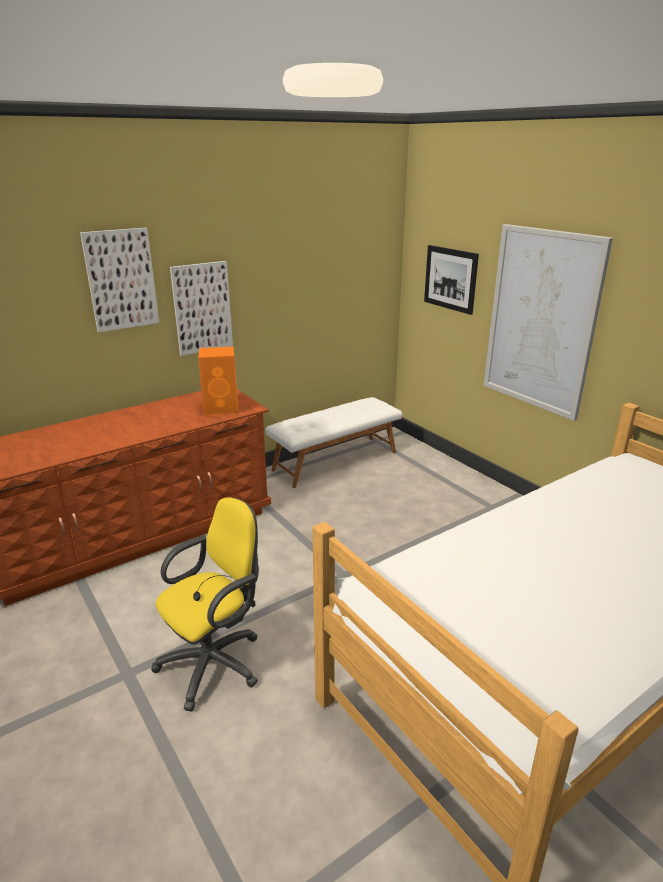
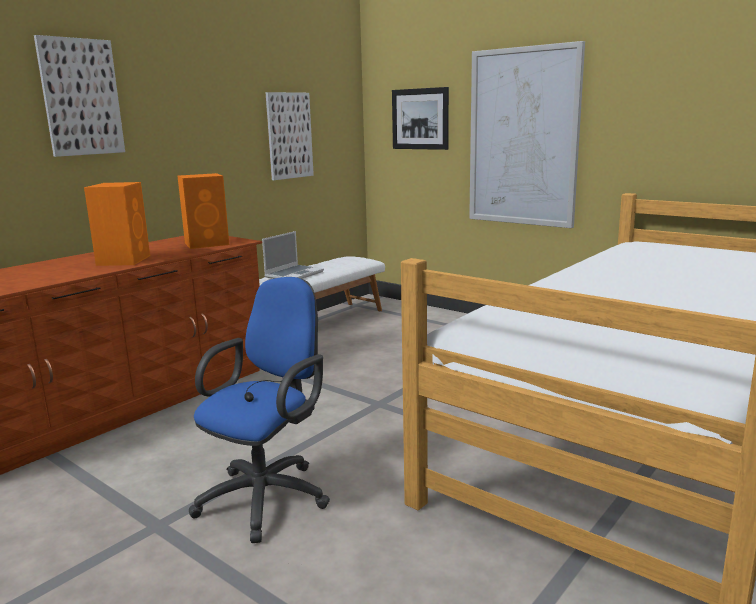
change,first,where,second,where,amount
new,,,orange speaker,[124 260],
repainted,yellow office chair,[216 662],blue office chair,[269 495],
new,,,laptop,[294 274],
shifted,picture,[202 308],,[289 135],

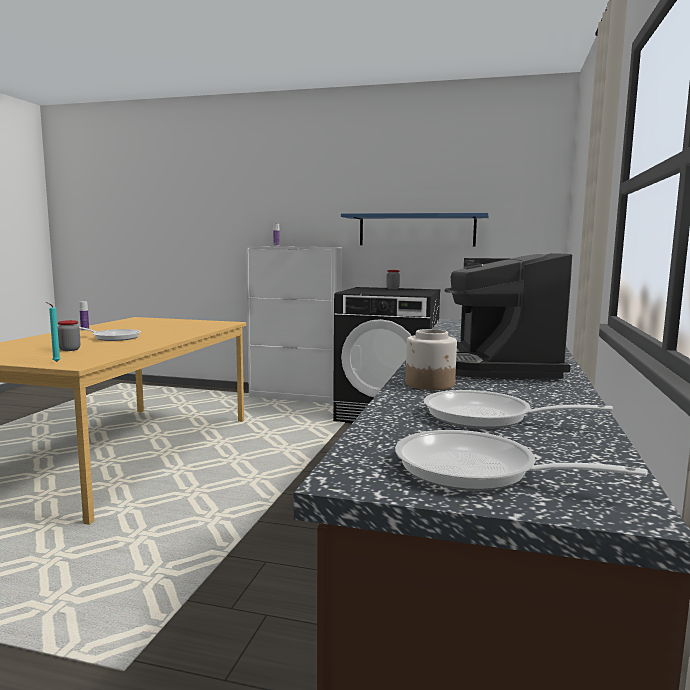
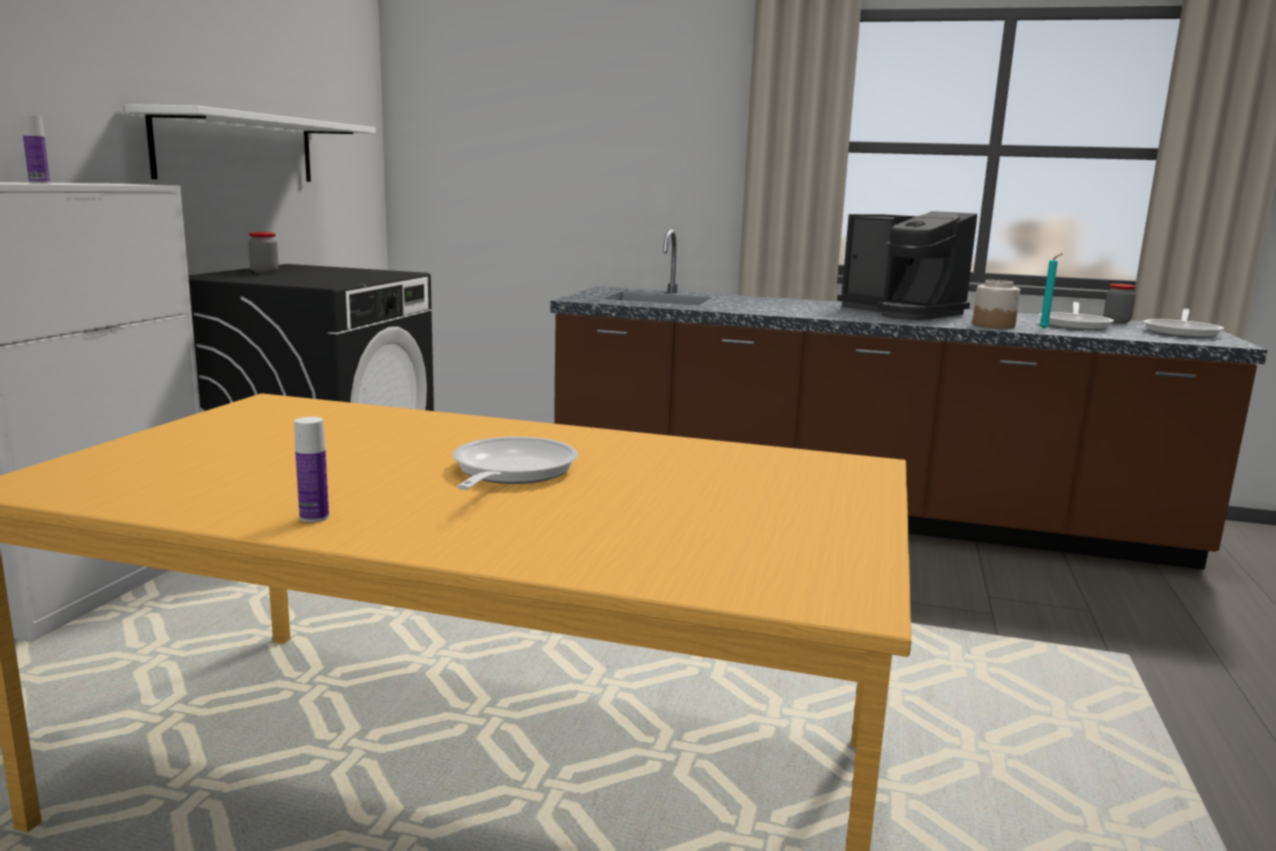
change,first,where,second,where,amount
repainted,blue shelf,[416 230],white shelf,[237 149],
rotated,coffee machine,[501 367],,[902 312],45 degrees clockwise
shifted,turquoise candle,[55 362],,[1045 329],
shifted,jar,[70 349],,[1116 322],

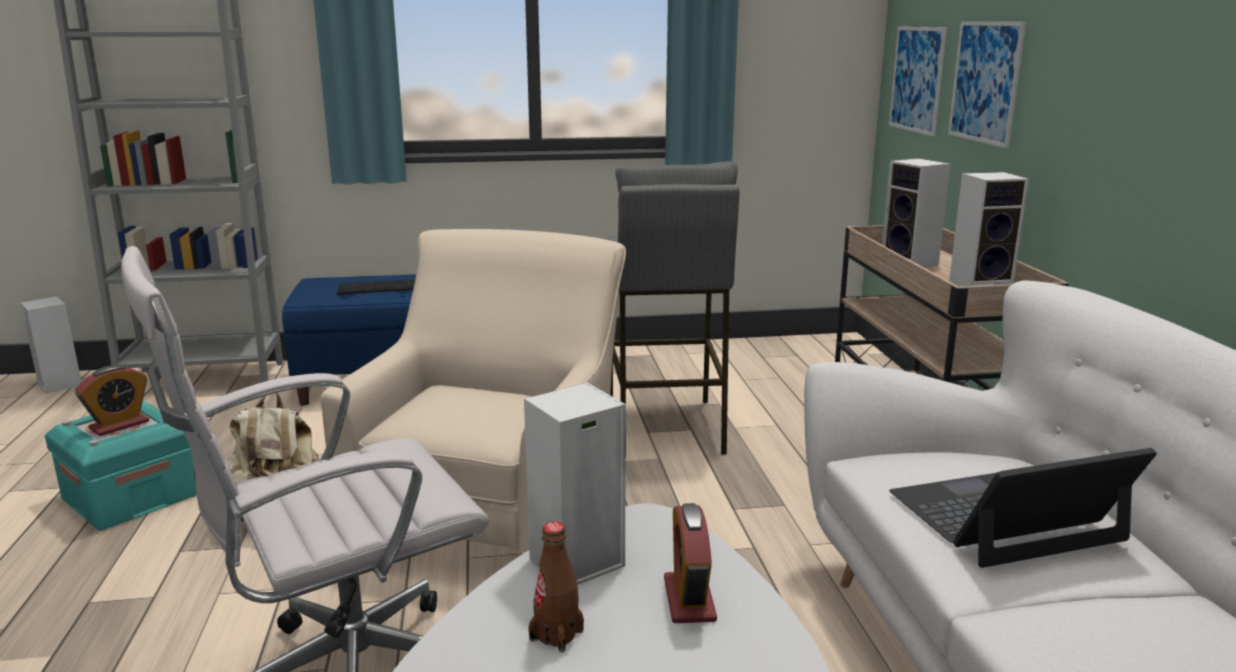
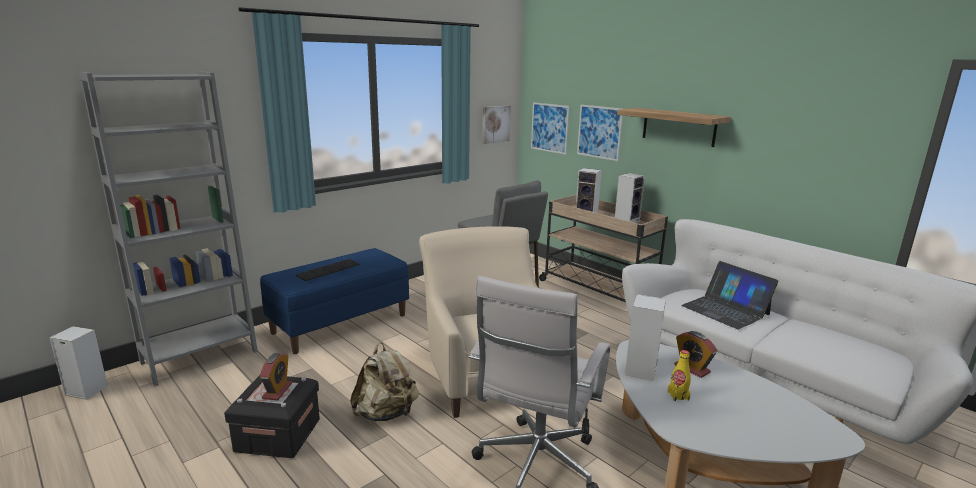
change,first,where,second,where,amount
repainted,turquoise storage box,[131 497],black storage box,[278 435],
new,,,picture,[495 124],
new,,,shelf,[678 127],
repainted,brown bottle,[556 635],yellow bottle,[678 396],
rotated,laptop,[1006 517],,[725 310],75 degrees counterclockwise

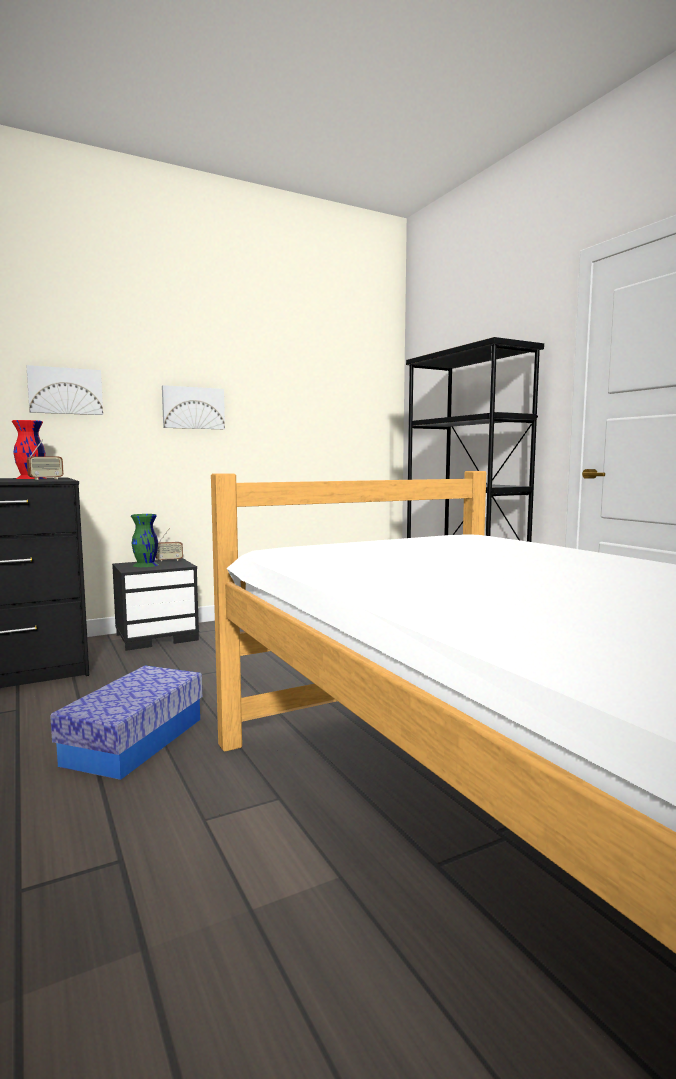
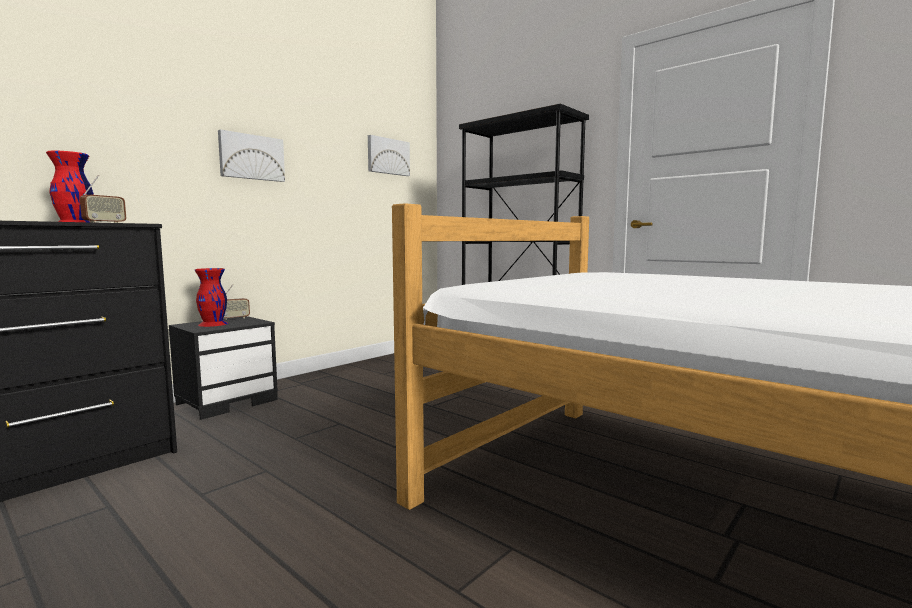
change,first,where,second,where,amount
repainted,green vase,[145 565],red vase,[213 324],
shifted,picture,[65 391],,[387 156],
gone,storage box,[135 741],,,

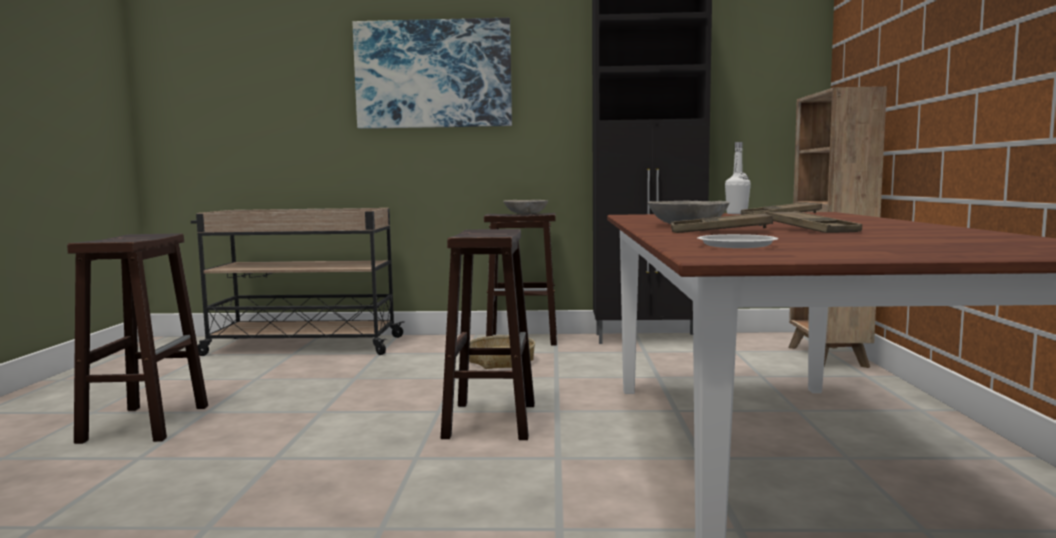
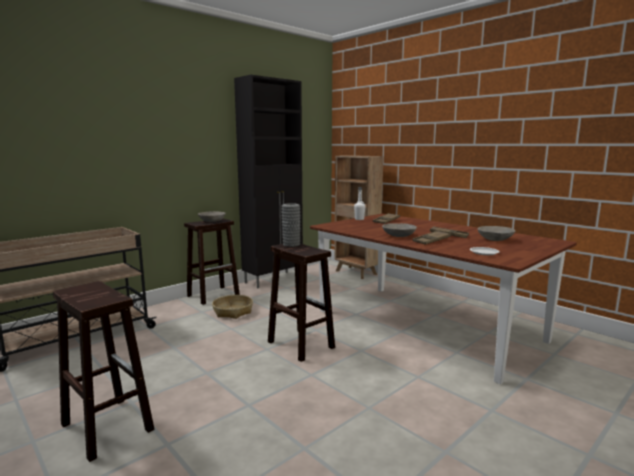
change,first,where,second,where,amount
new,,,grey vase,[291 244],
new,,,grey bowl,[495 239],
gone,picture,[433 74],,,

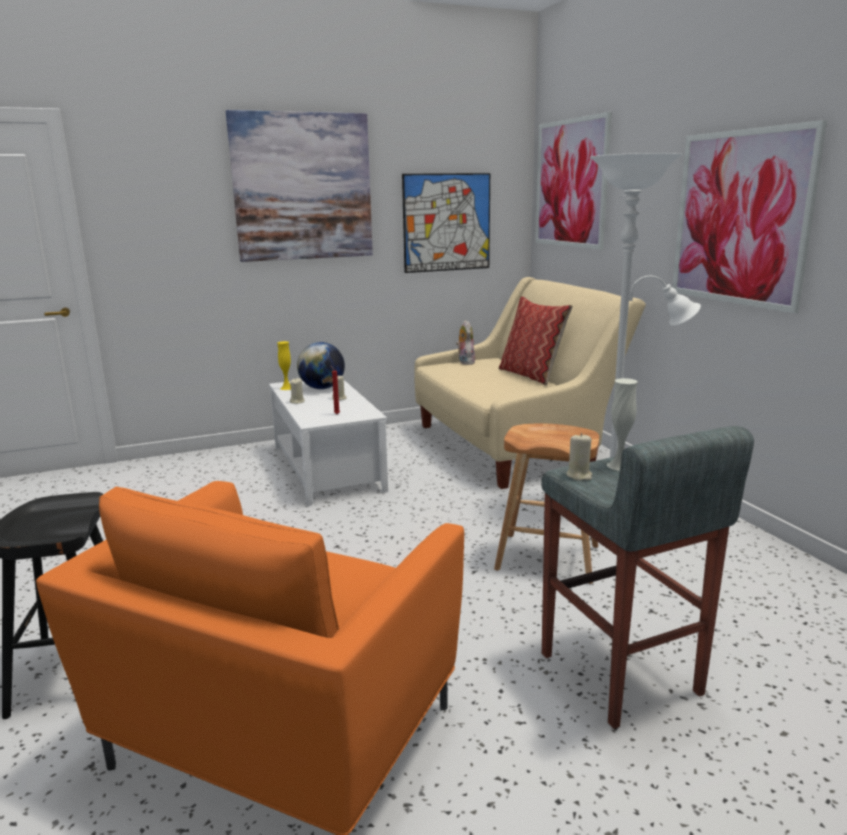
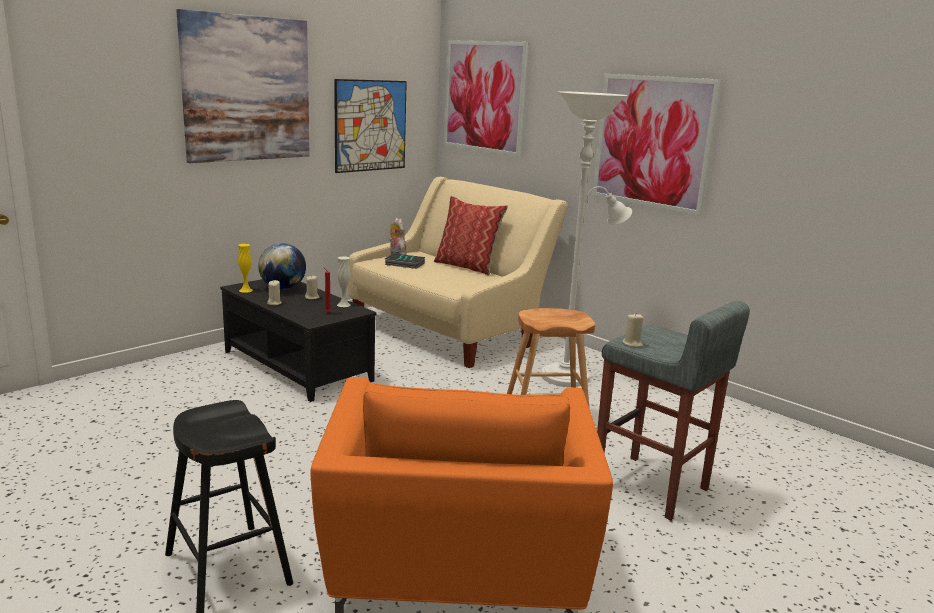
change,first,where,second,where,amount
repainted,white coffee table,[328 468],black coffee table,[298 366],
shifted,white vase,[619 466],,[343 305],
new,,,book,[404 264],

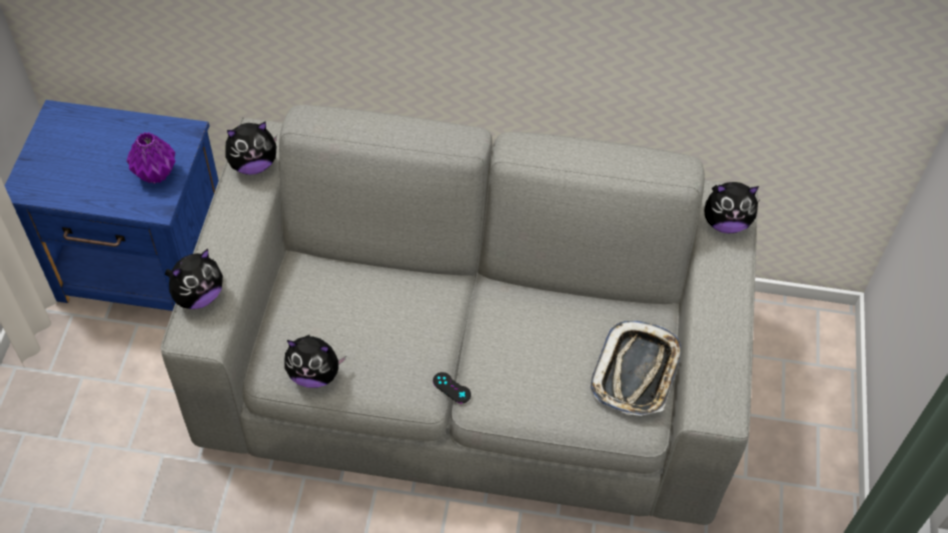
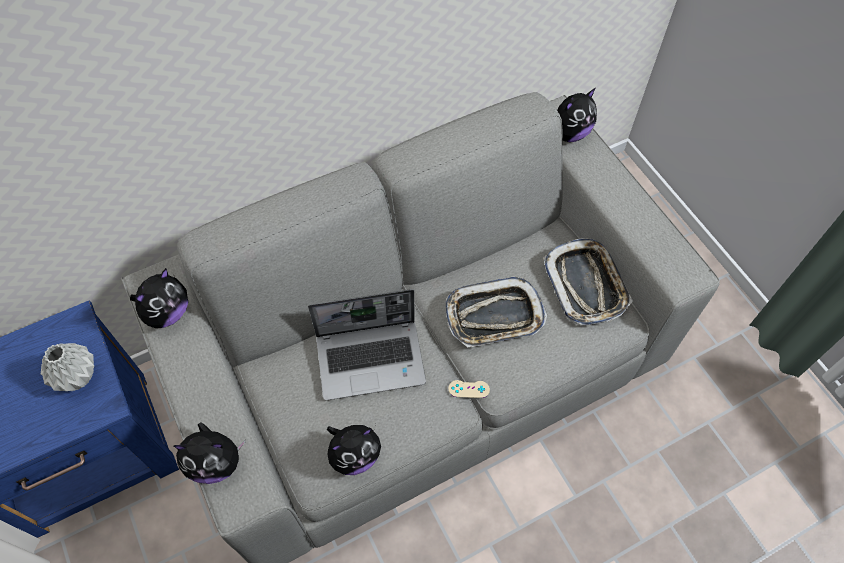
change,first,where,second,where,amount
repainted,purple vase,[156 174],grey vase,[78 376],
rotated,plush toy,[198 296],,[216 462],75 degrees clockwise
new,,,laptop,[371 359],
new,,,tray,[494 316],
repainted,black game controller,[451 388],beige game controller,[469 389],

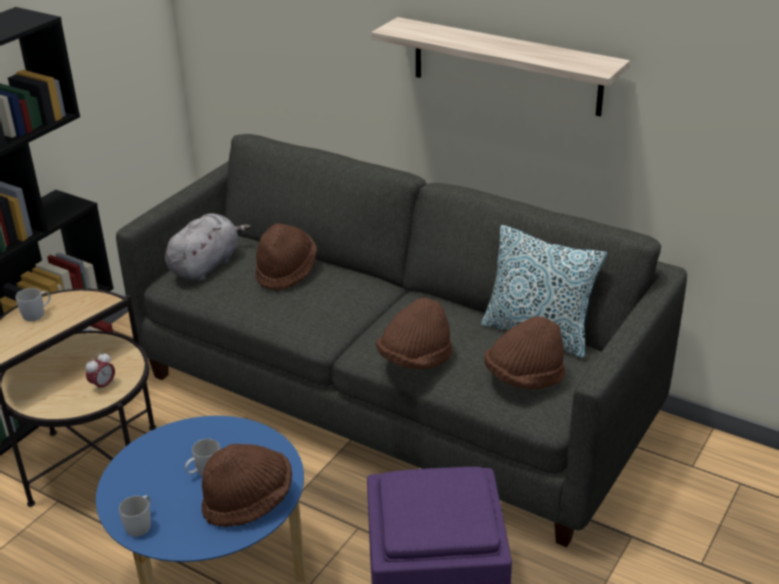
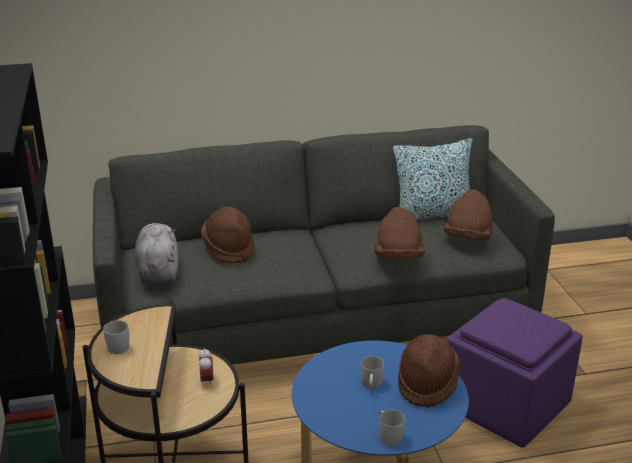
change,first,where,second,where,amount
gone,shelf,[506 66],,,

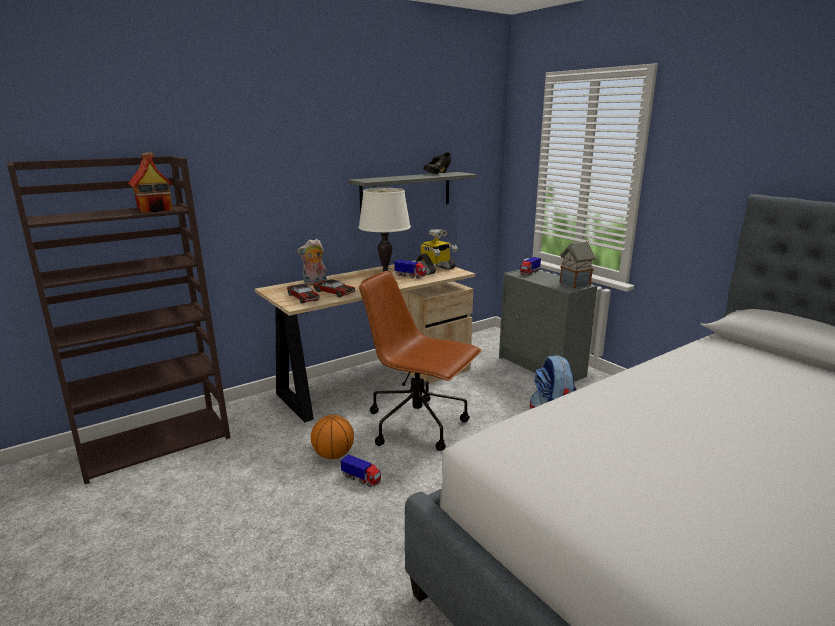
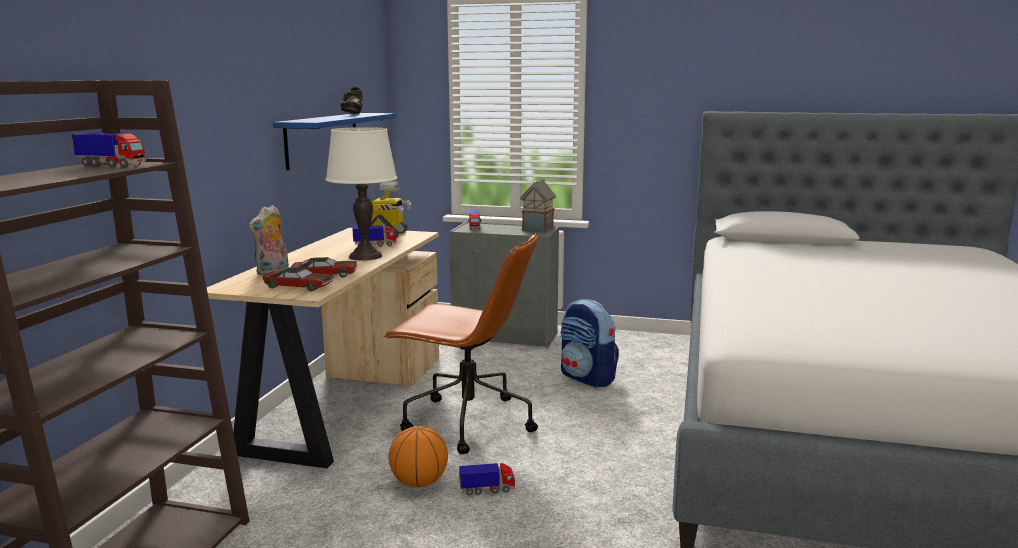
change,first,where,second,where,amount
swapped,toy house,[155 209],toy truck,[112 165],
repainted,grey shelf,[406 192],blue shelf,[322 139],
rotated,brown office chair,[418 425],,[466 422],150 degrees counterclockwise

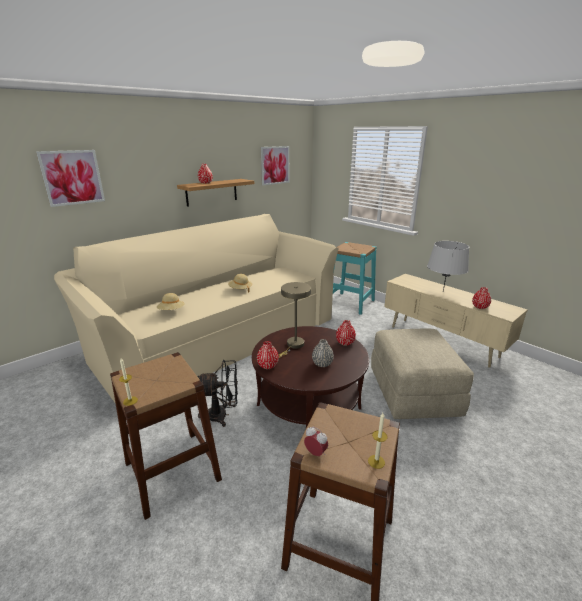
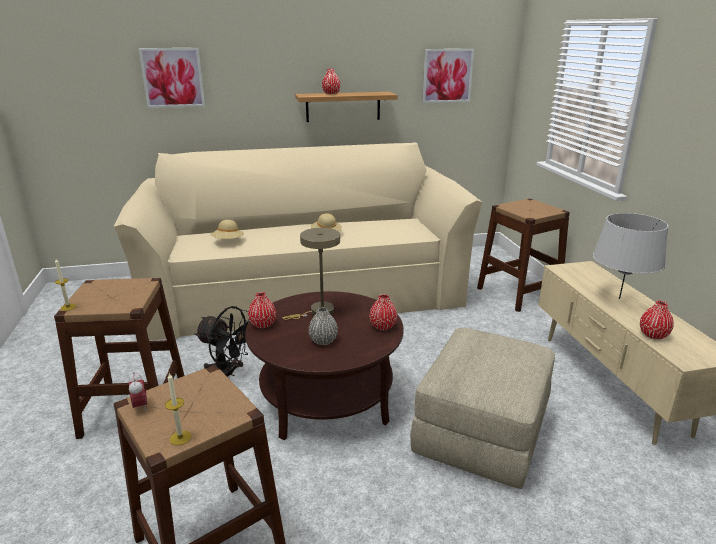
change,first,where,second,where,amount
repainted,turquoise stool,[350 303],brown stool,[518 293],

